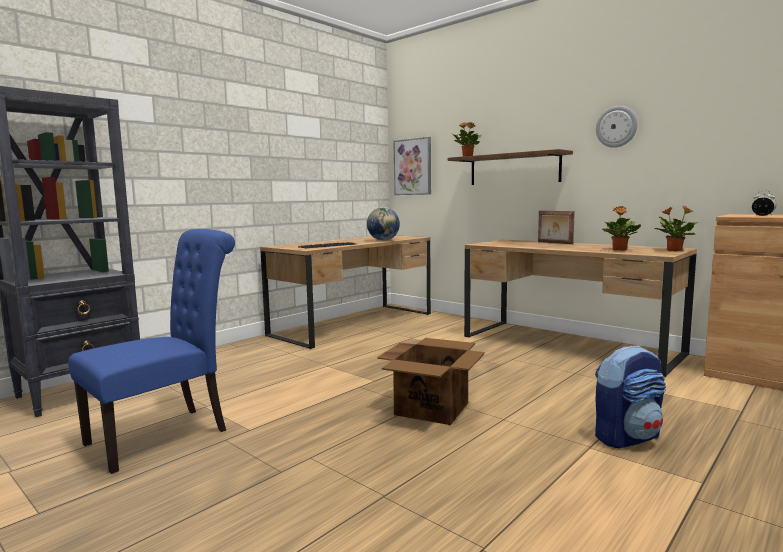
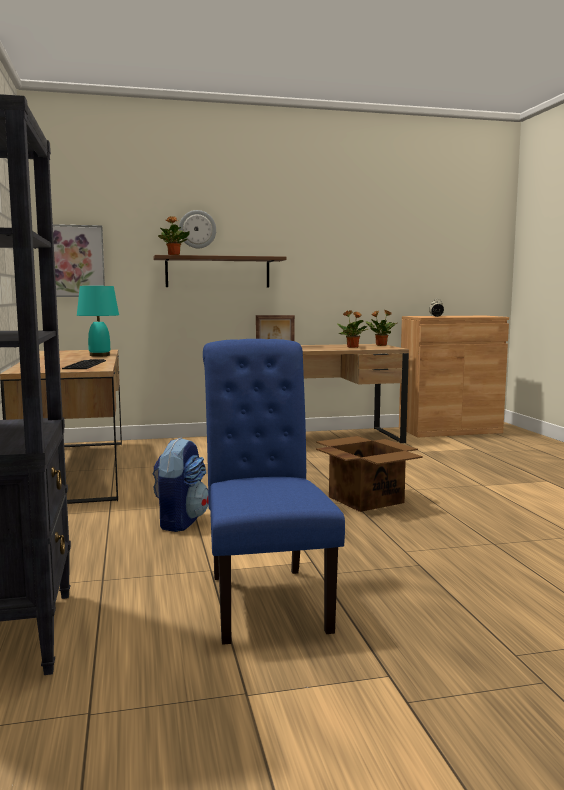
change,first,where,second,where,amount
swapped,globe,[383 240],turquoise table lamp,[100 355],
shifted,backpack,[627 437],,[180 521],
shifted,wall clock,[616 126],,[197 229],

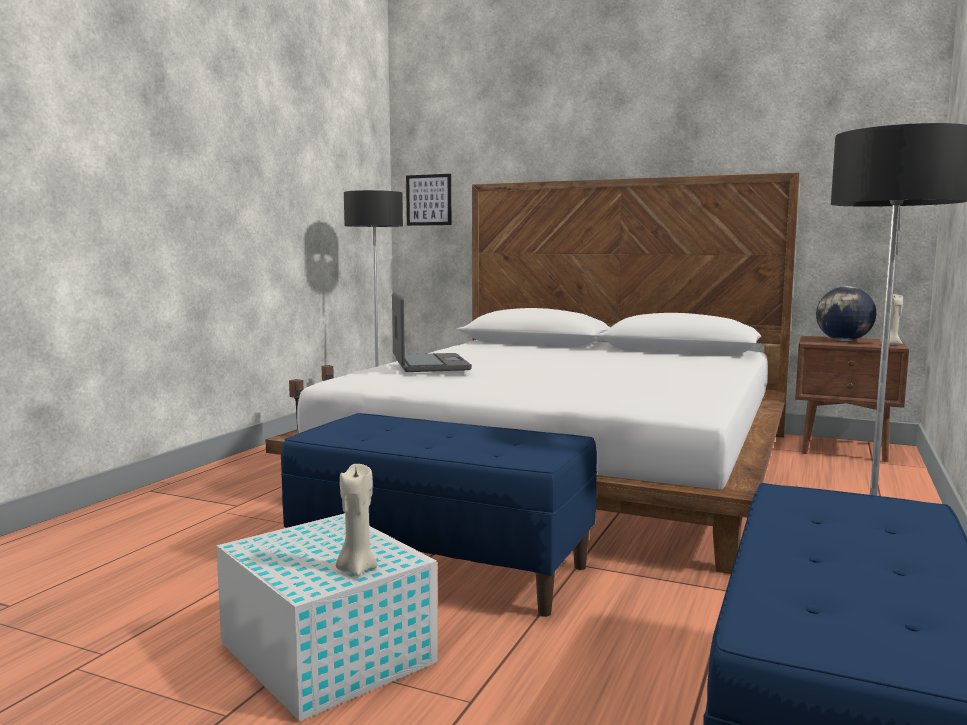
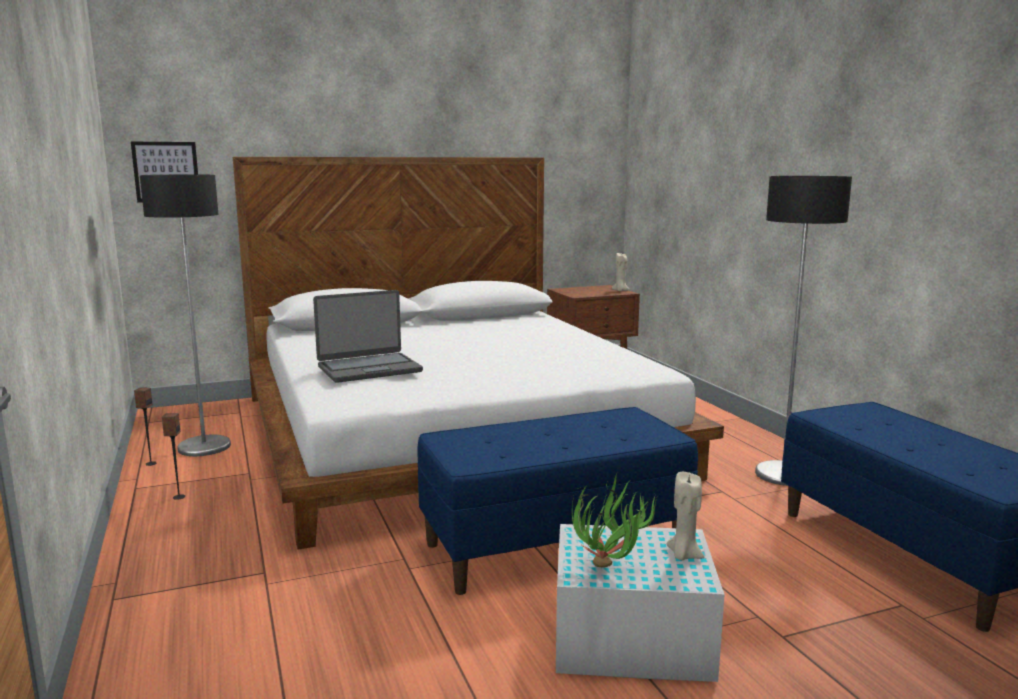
change,first,where,second,where,amount
rotated,laptop,[429 365],,[369 369],120 degrees clockwise
new,,,potted plant,[610 571],
gone,globe,[844 341],,,

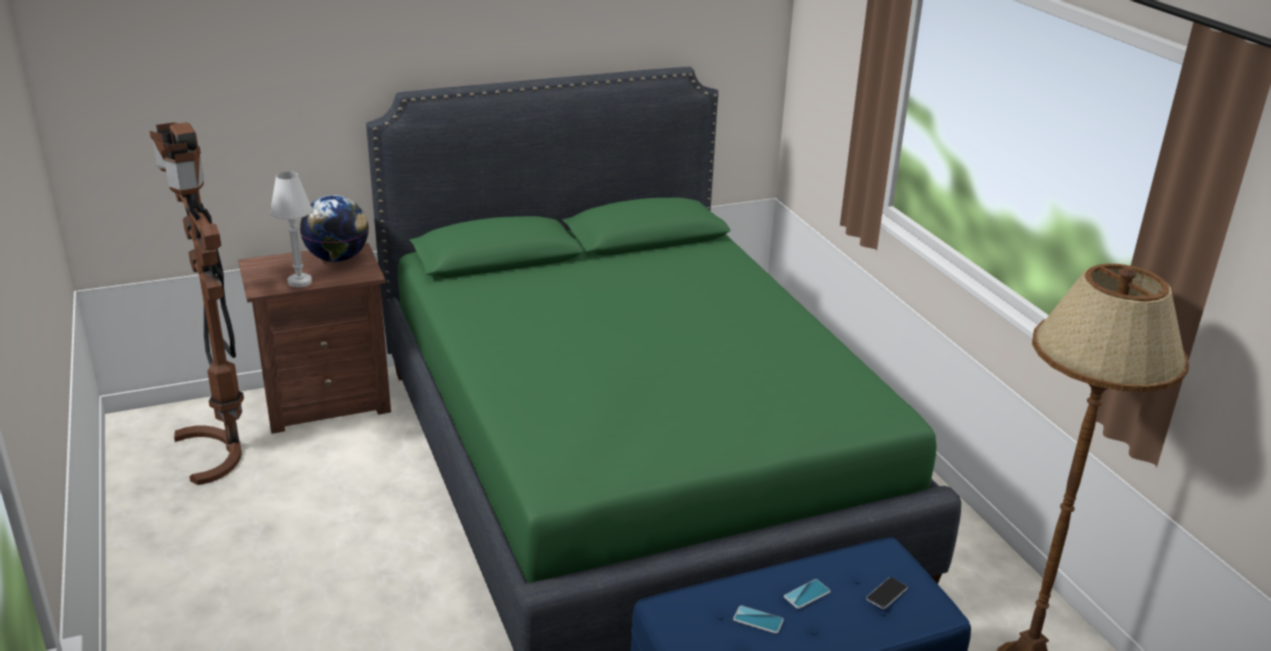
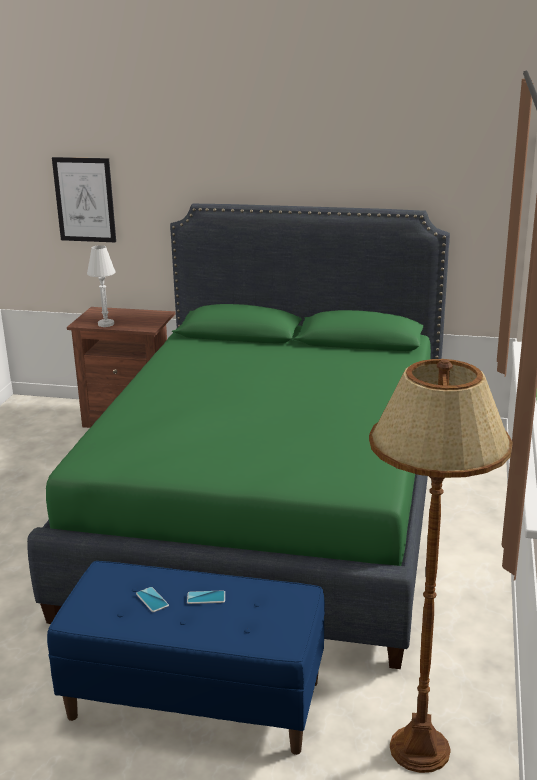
change,first,where,second,where,amount
new,,,picture,[84 200],
gone,brown floor lamp,[227 449],,,
gone,globe,[338 258],,,
gone,phone,[886 594],,,

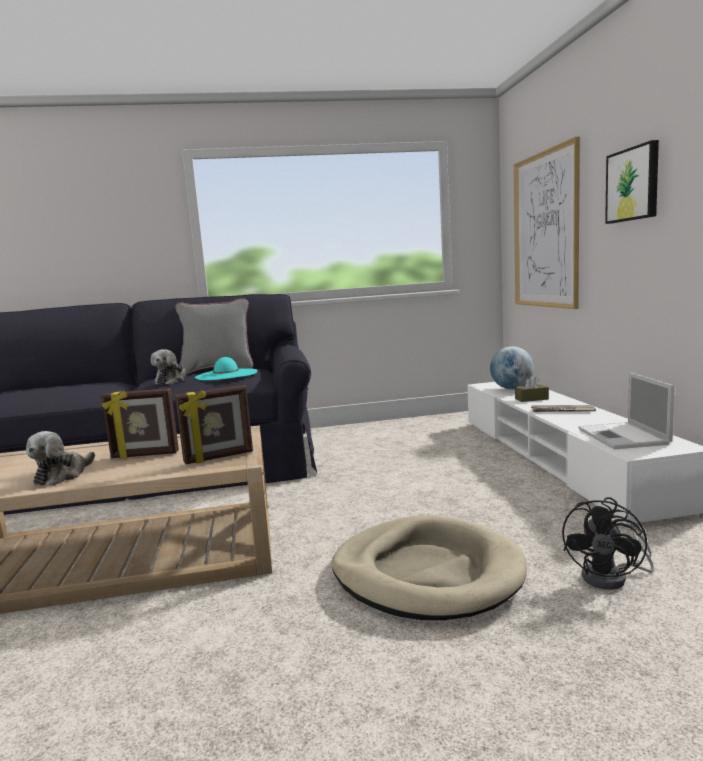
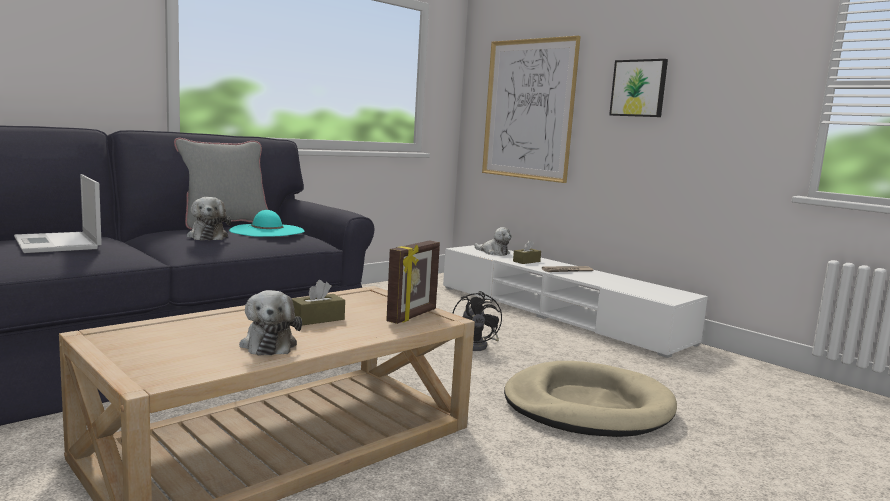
change,first,where,second,where,amount
shifted,laptop,[624 437],,[58 244],
swapped,picture frame,[145 455],brown tissue box,[317 319],
shifted,black fan,[612 577],,[478 345],
swapped,globe,[512 389],plush toy,[493 252],

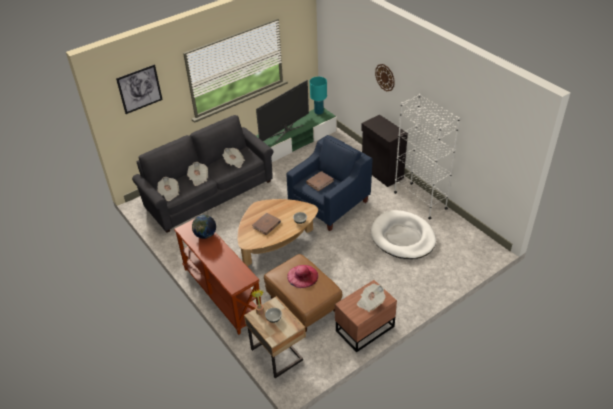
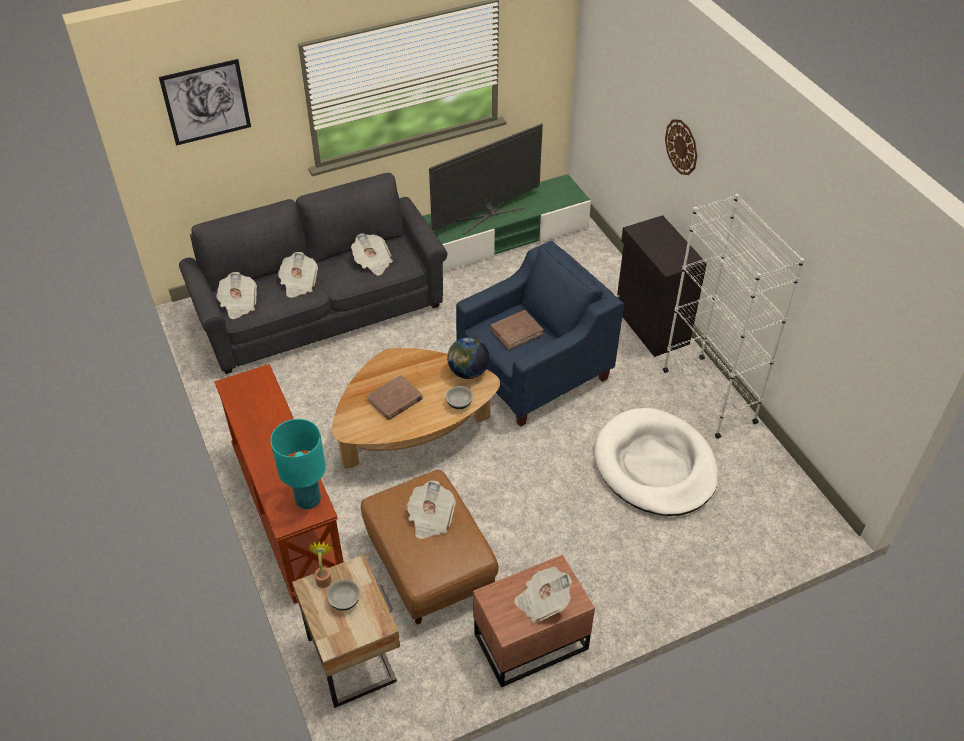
change,first,where,second,where,amount
shifted,turquoise table lamp,[319 112],,[308 500],
swapped,pink hat,[302 276],newspaper,[430 518],
shifted,globe,[205 235],,[468 372],

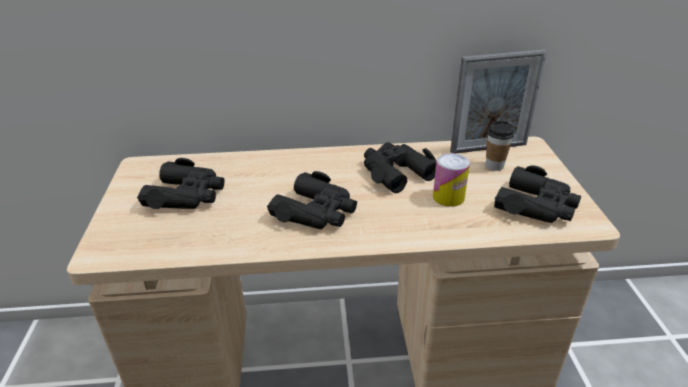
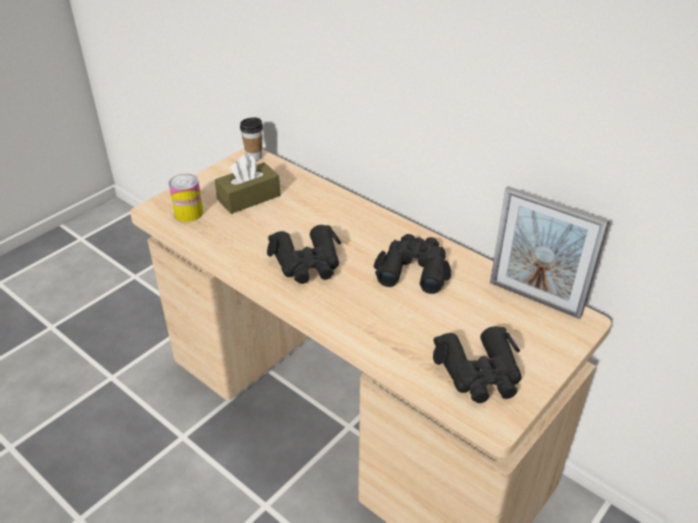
change,first,where,second,where,amount
shifted,can,[448 197],,[188 213],
swapped,black binoculars,[187 195],brown tissue box,[249 197],
shifted,cup,[494 166],,[254 157],

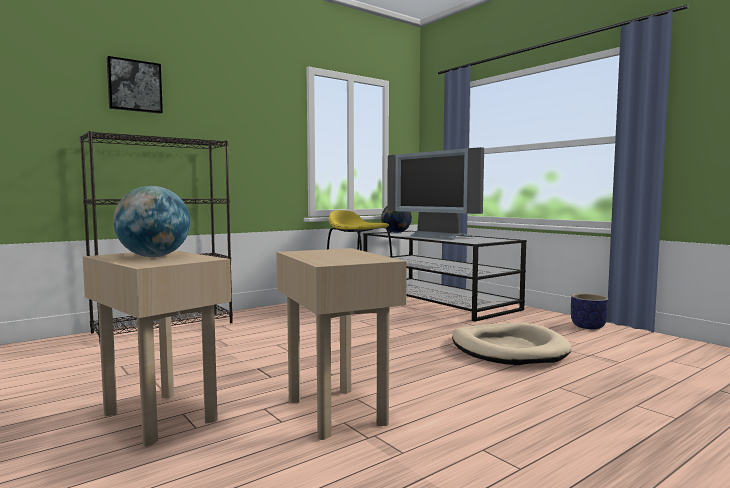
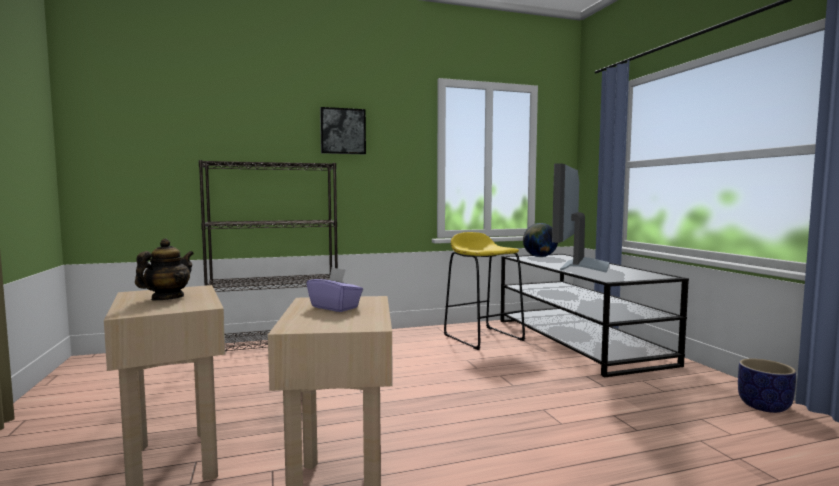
change,first,where,second,where,amount
swapped,globe,[154 256],teapot,[167 298],
new,,,purple tissue box,[335 307],
shifted,picture,[134 86],,[342 131],
rotated,television,[439 237],,[580 267],45 degrees clockwise
gone,beige dog bed,[508 349],,,

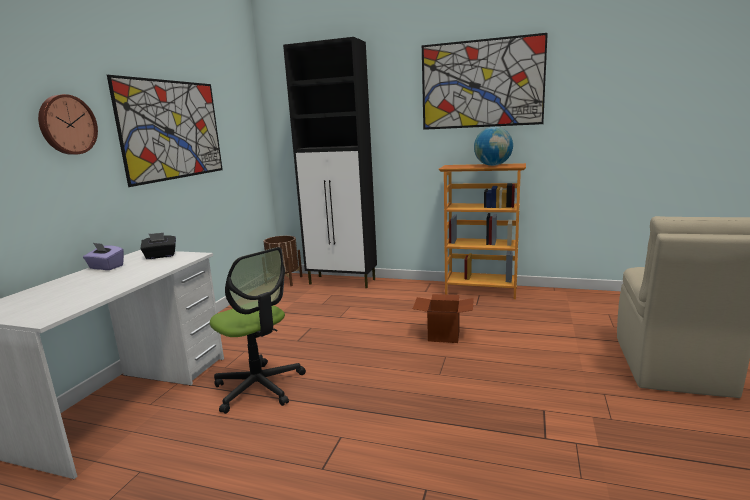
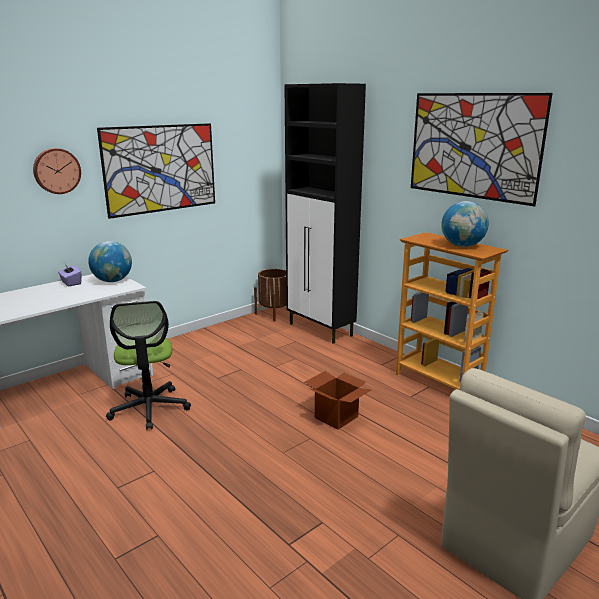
change,first,where,second,where,amount
swapped,black tissue box,[160 256],globe,[113 281],

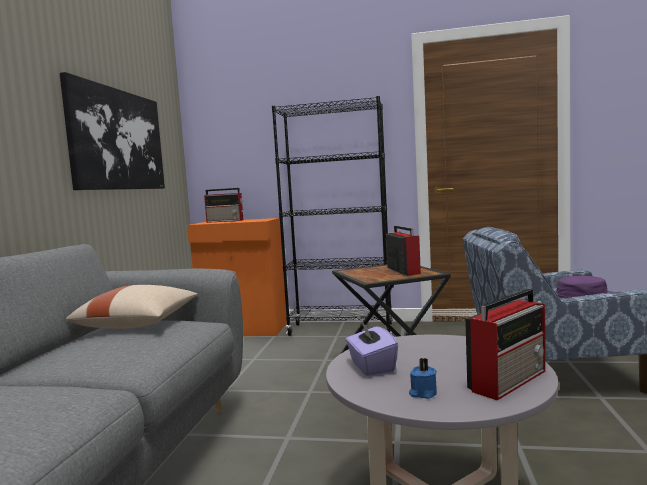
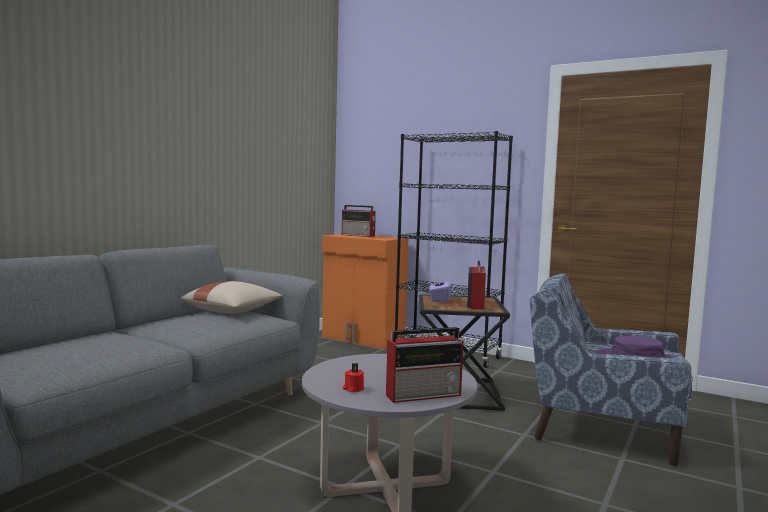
change,first,where,second,where,amount
repainted,blue candle,[422 393],red candle,[353 389],
shifted,purple tissue box,[371 366],,[439 300],
gone,picture,[117 140],,,

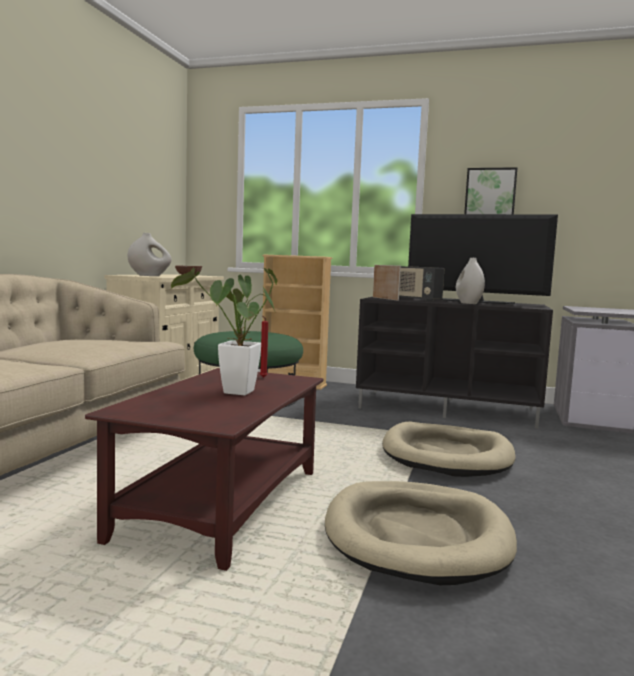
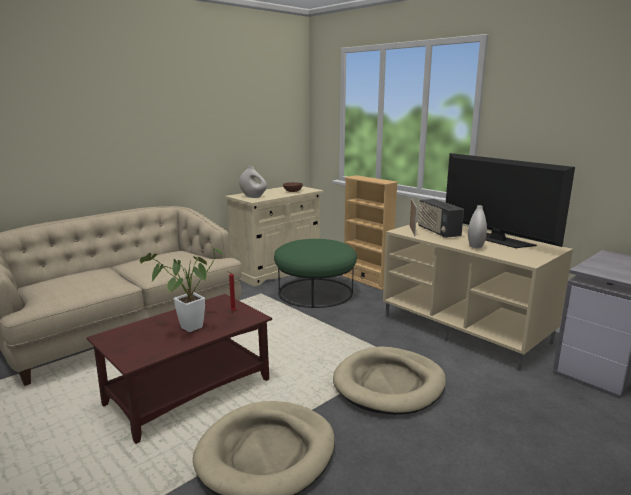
change,first,where,second,where,amount
repainted,black tv stand,[449 408],beige tv stand,[466 329],
gone,picture,[490 192],,,

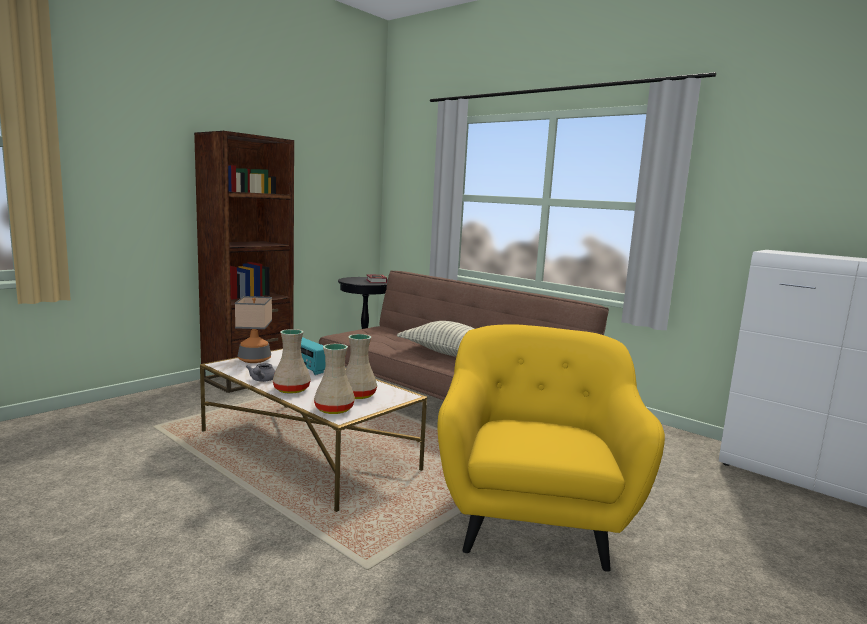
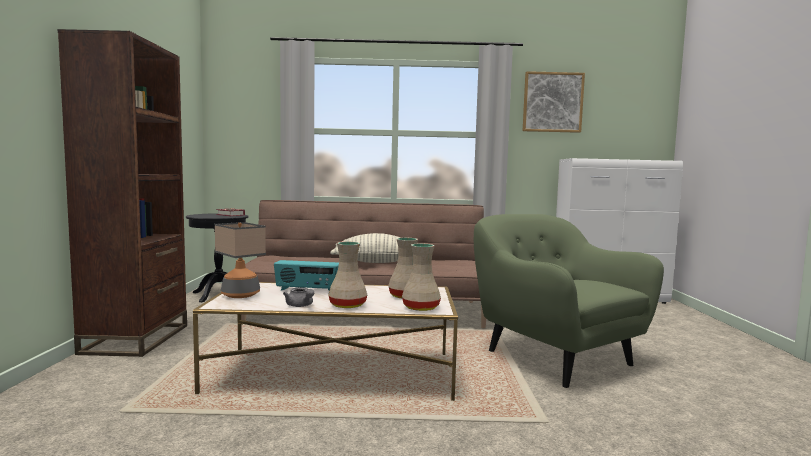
change,first,where,second,where,amount
repainted,yellow armchair,[532 518],green armchair,[554 356],
new,,,picture,[552 102],

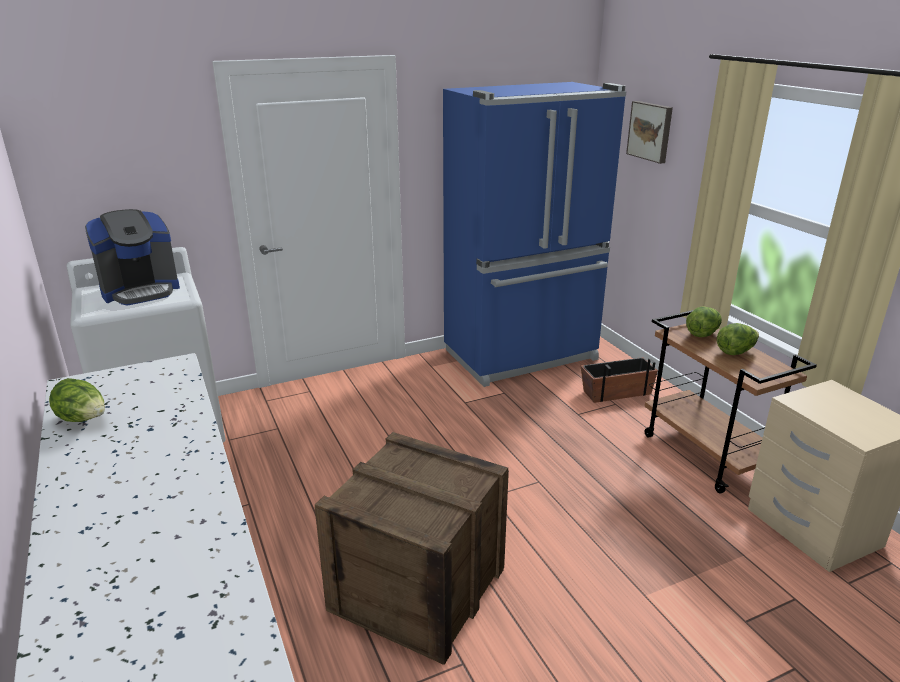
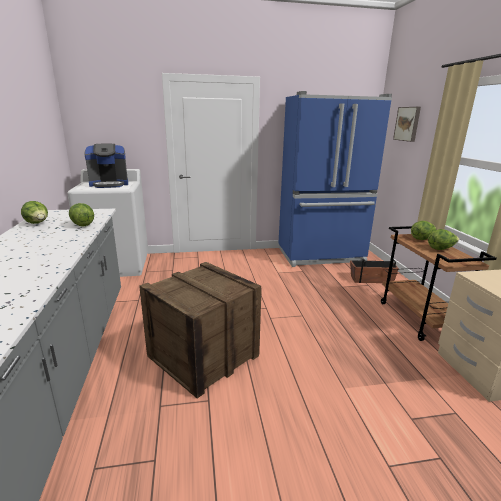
change,first,where,second,where,amount
new,,,lettuce,[82 224],

